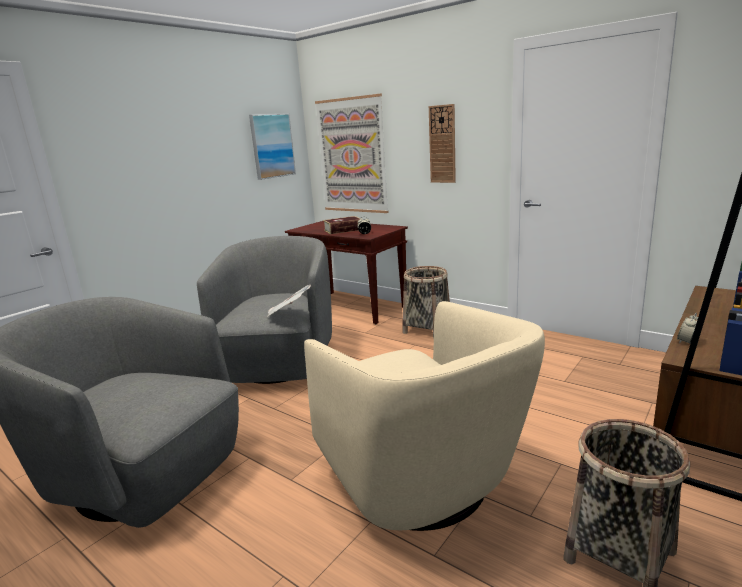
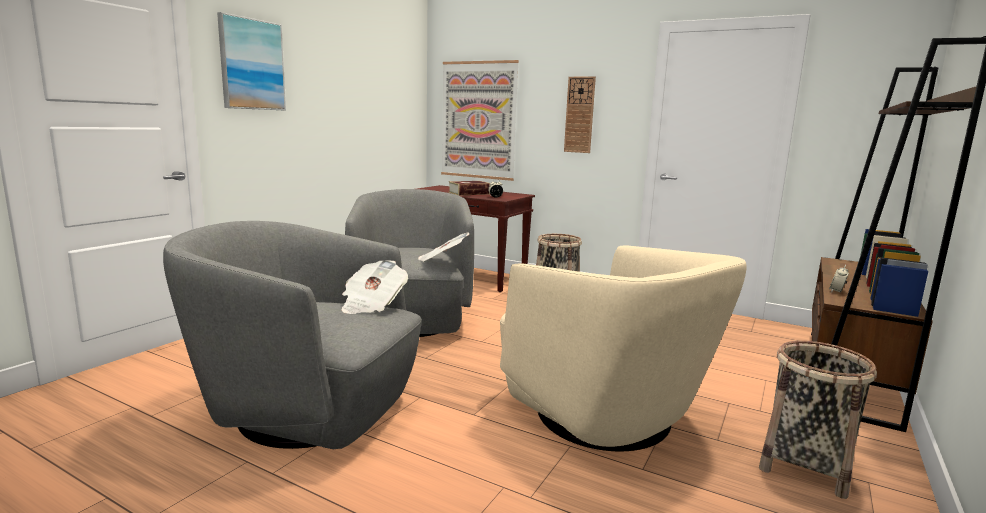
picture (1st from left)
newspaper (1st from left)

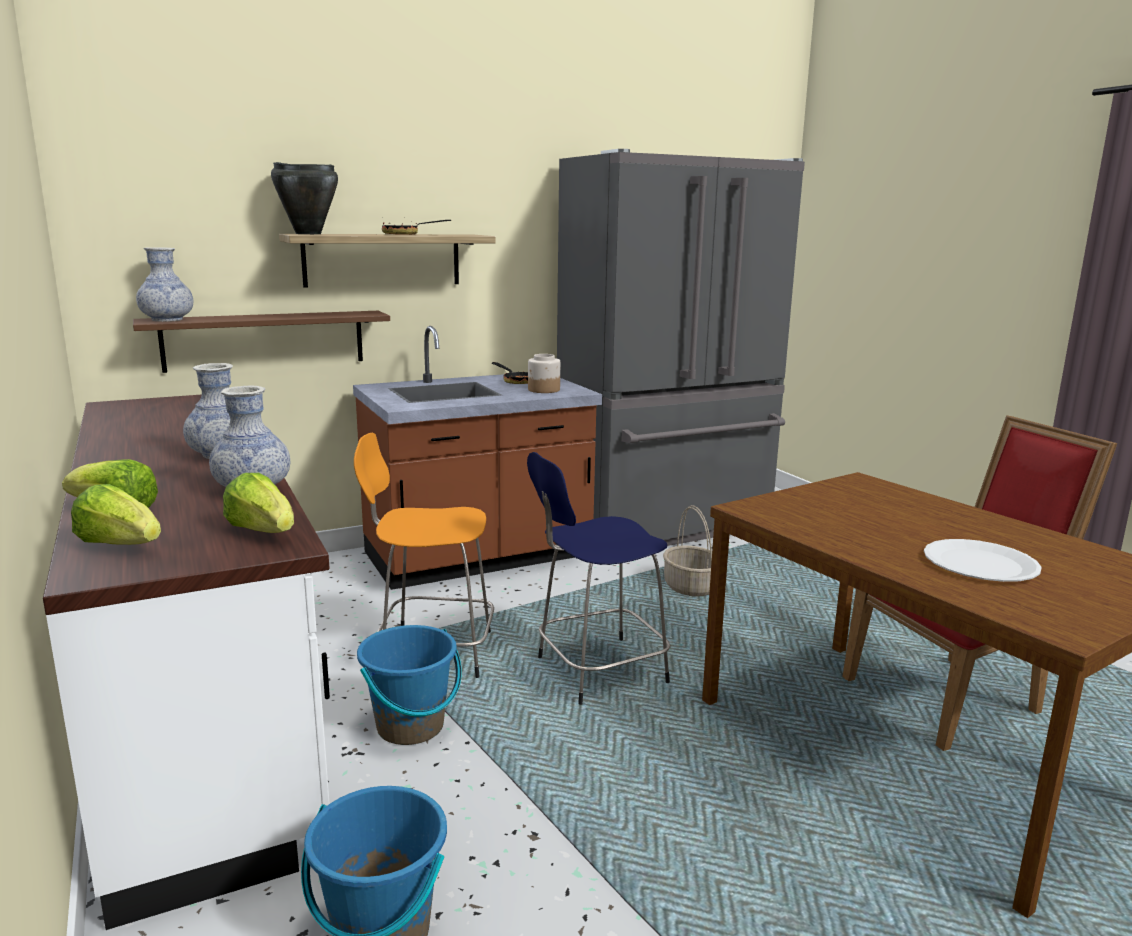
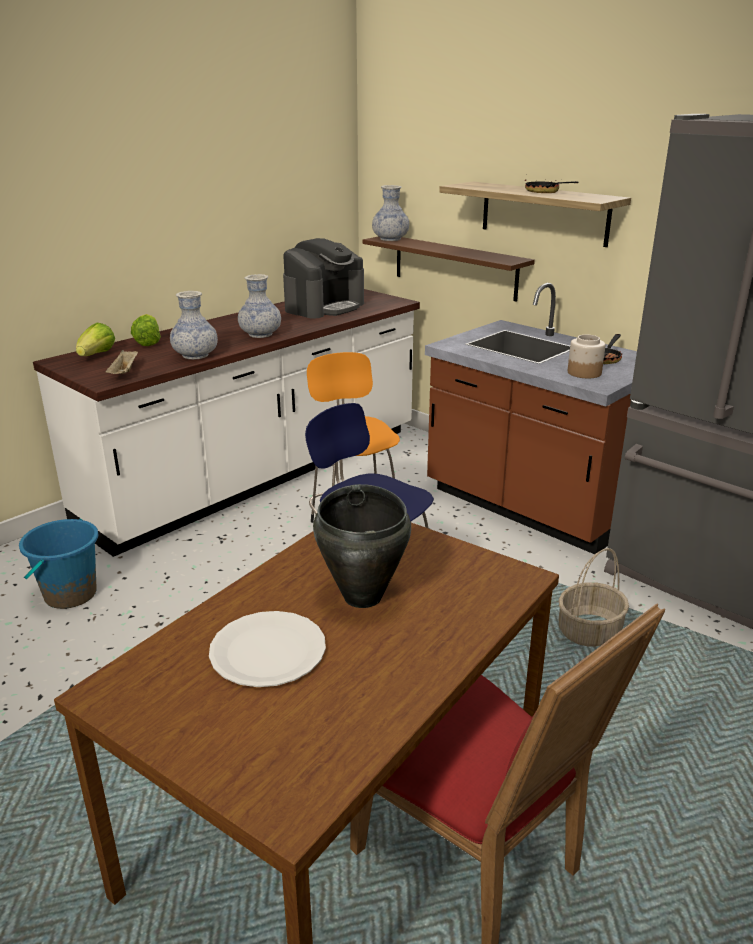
beige tray
coffee machine
black cooking pot
blue bucket (2nd from left in the first image)

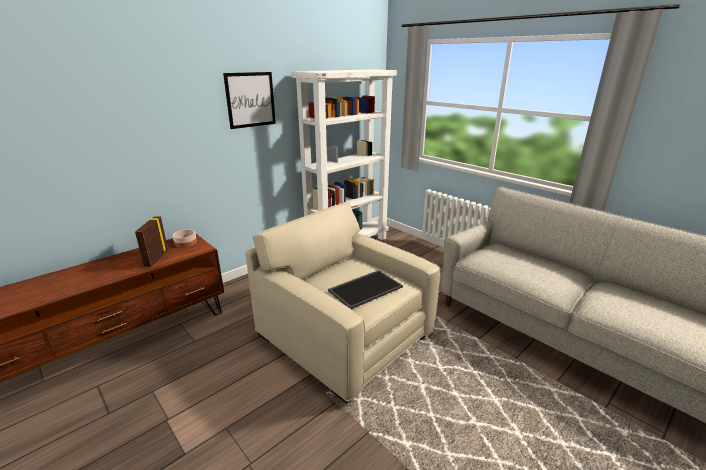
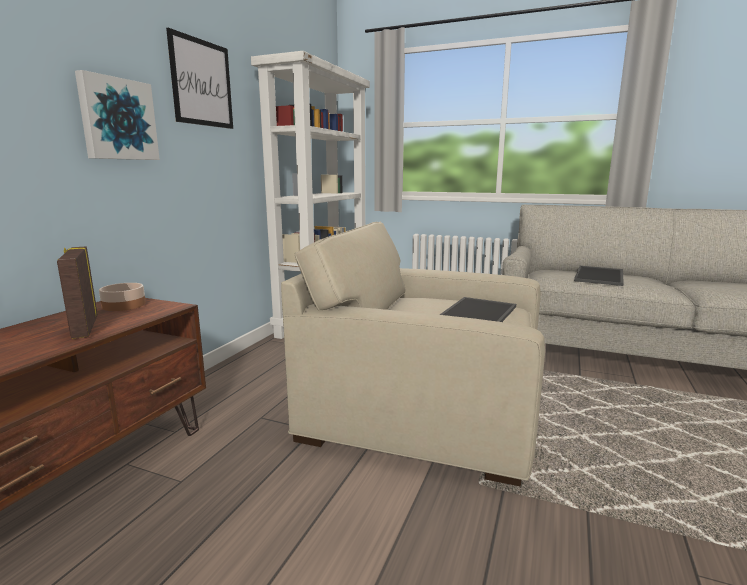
picture (1st from left)
tray (2nd from left)

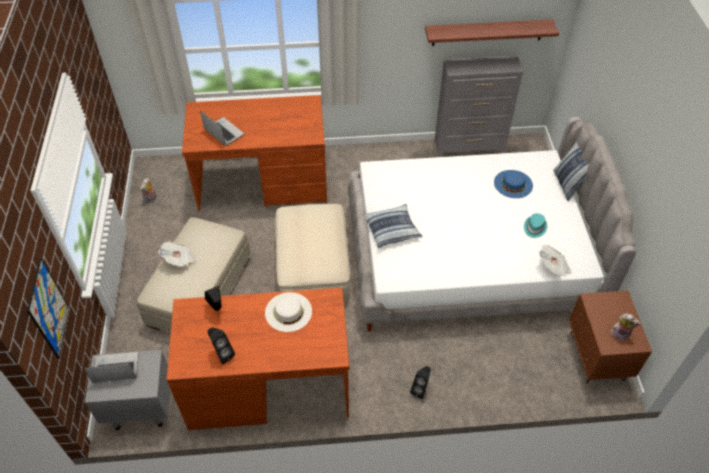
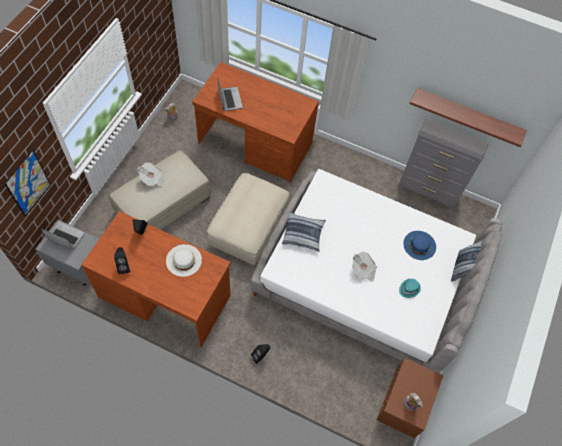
newspaper (2nd from left)

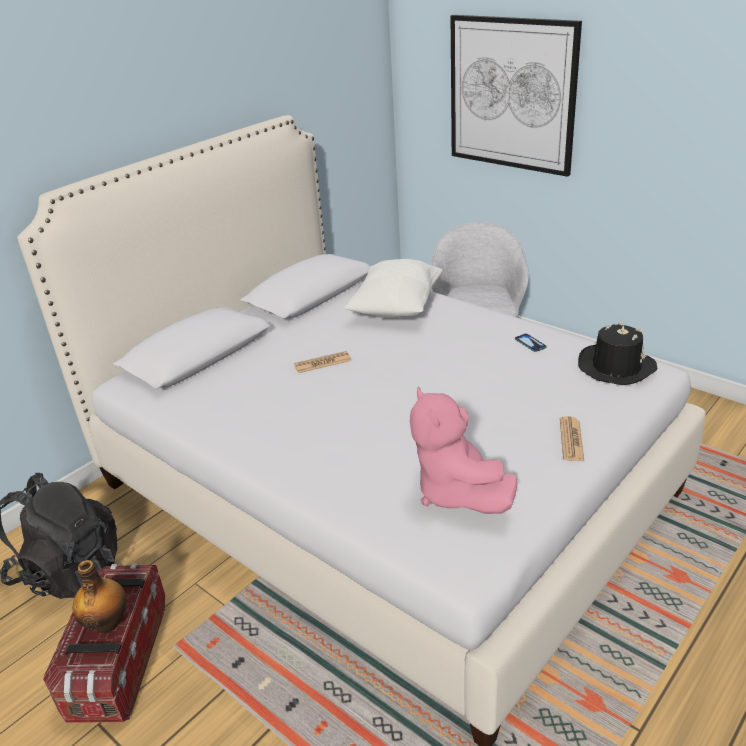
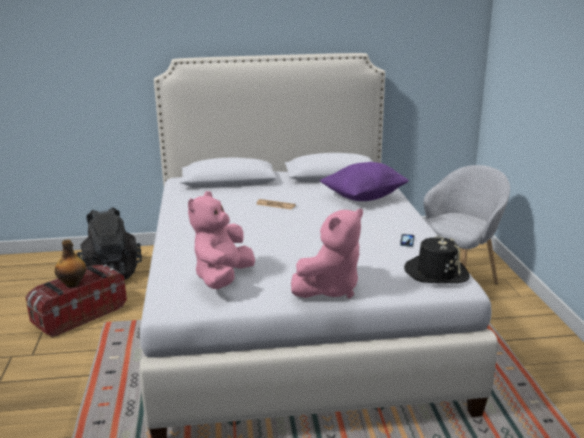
pink plush toy (2nd from left)
purple pillow
picture

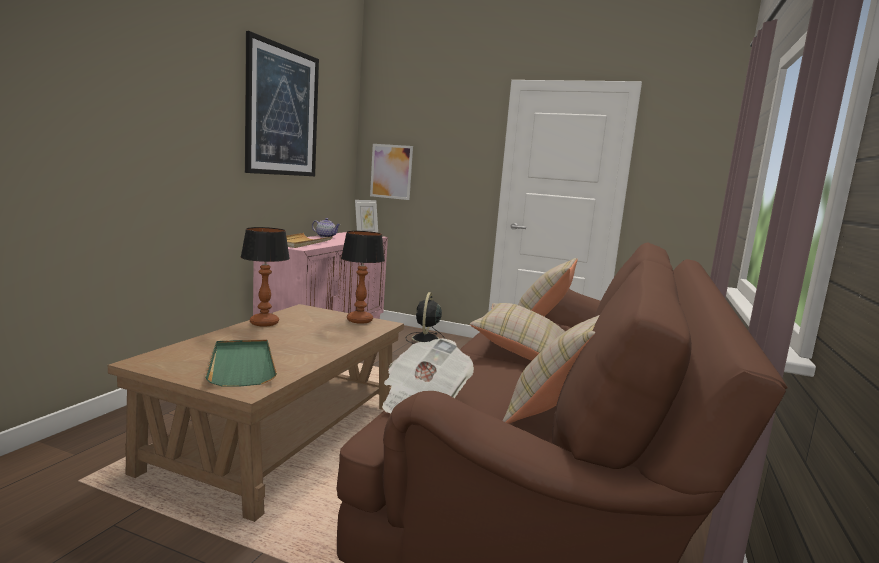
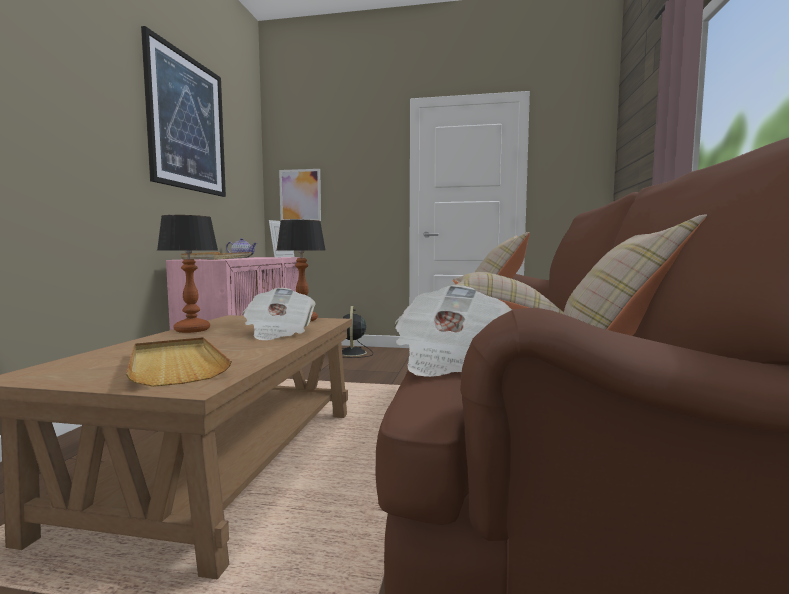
beige tray (1st from left)
newspaper (1st from left)

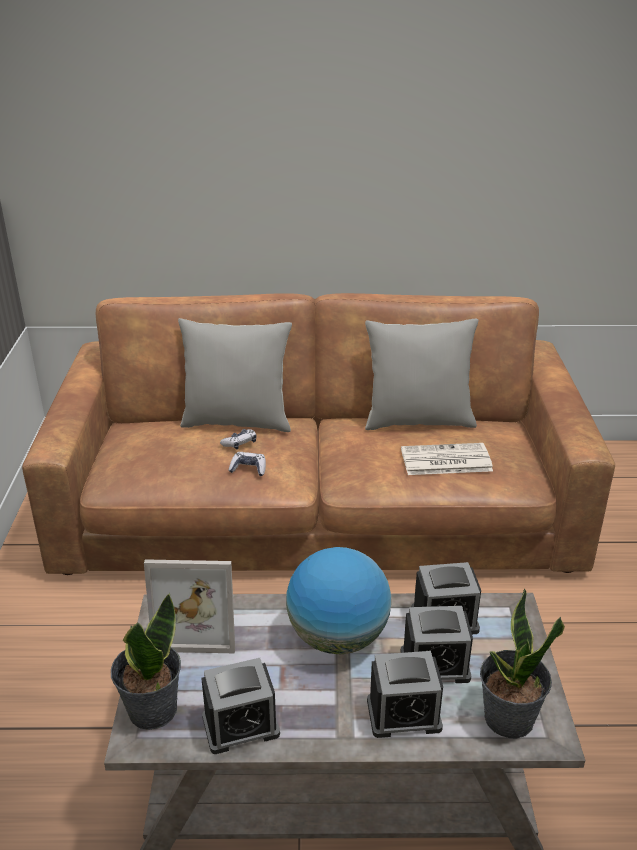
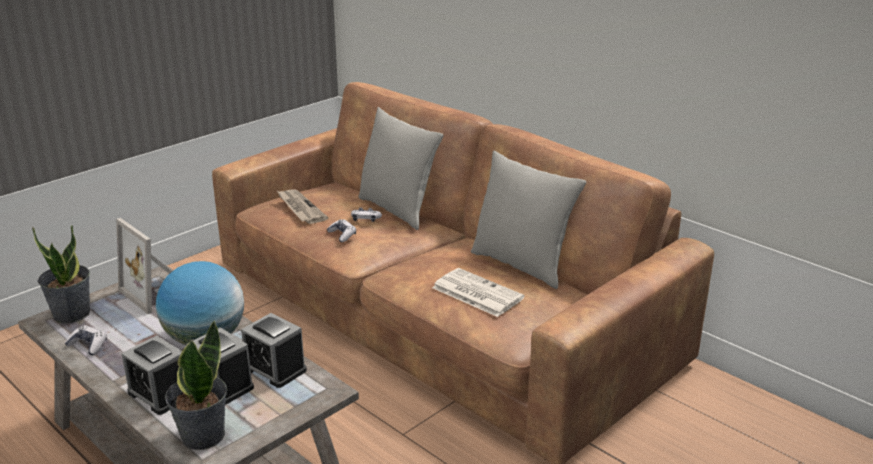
game controller (1st from left)
newspaper (1st from left)

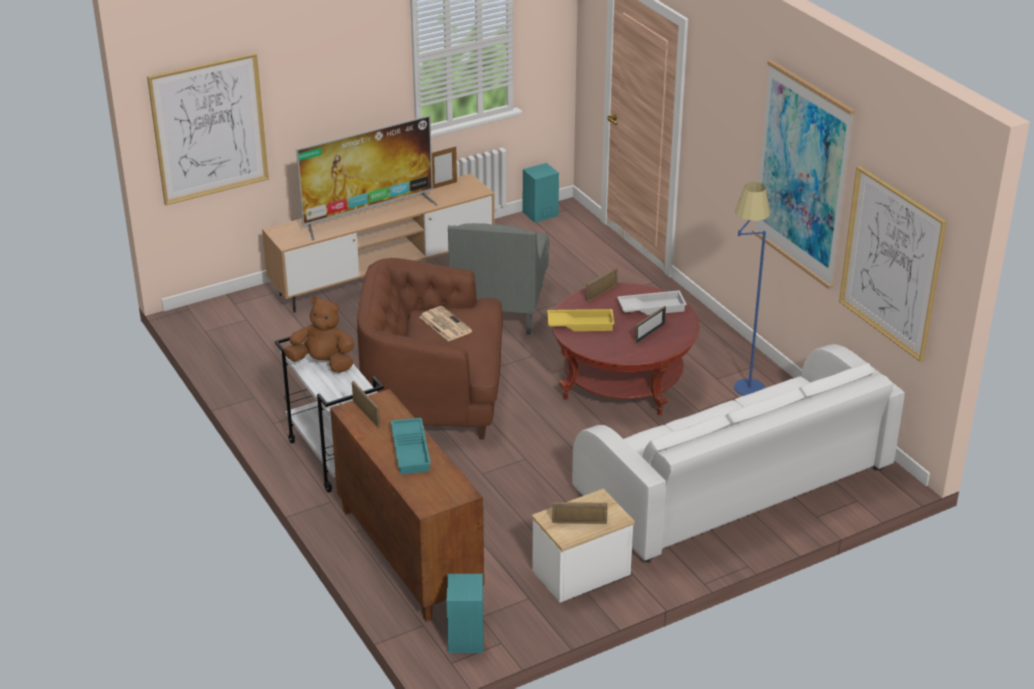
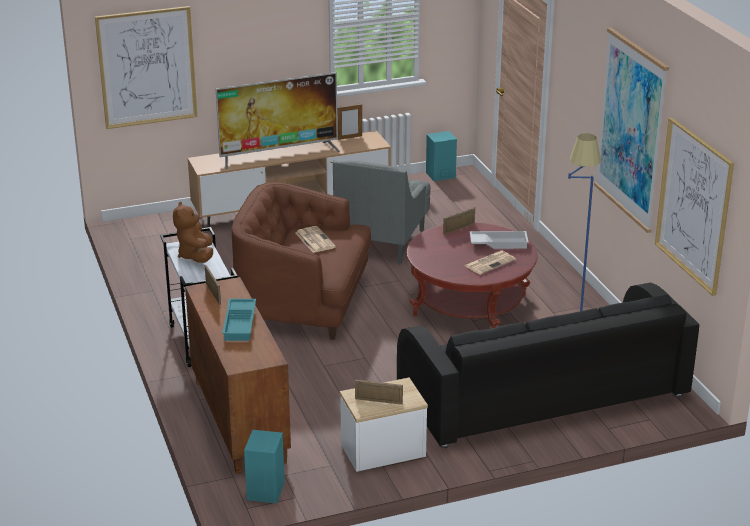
brown plush toy
black sofa
newspaper (2nd from left)
yellow tray

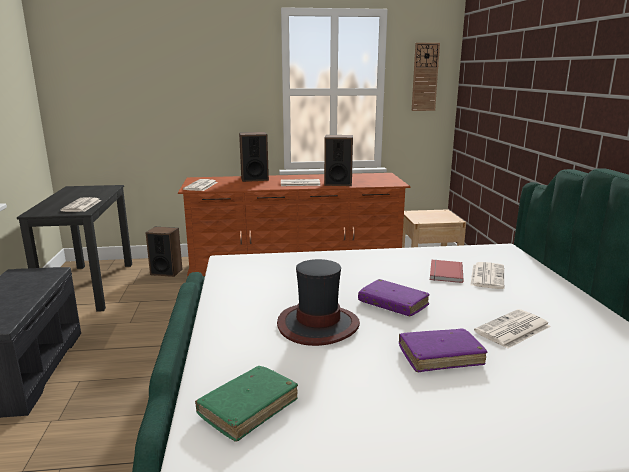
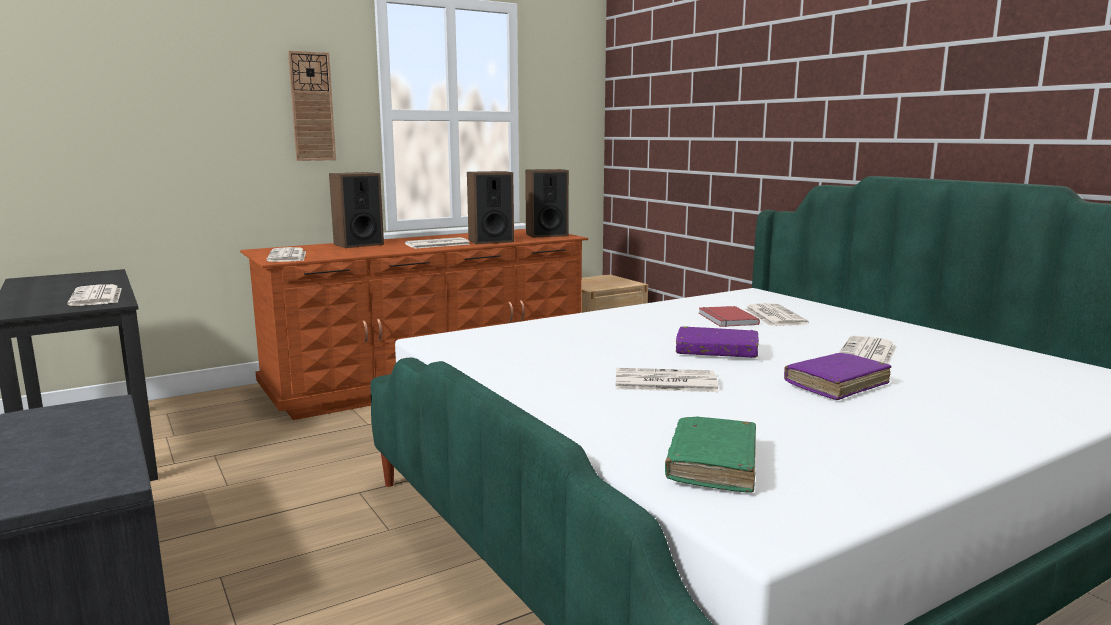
wall clock
speaker (3rd from left)
newspaper (4th from left)

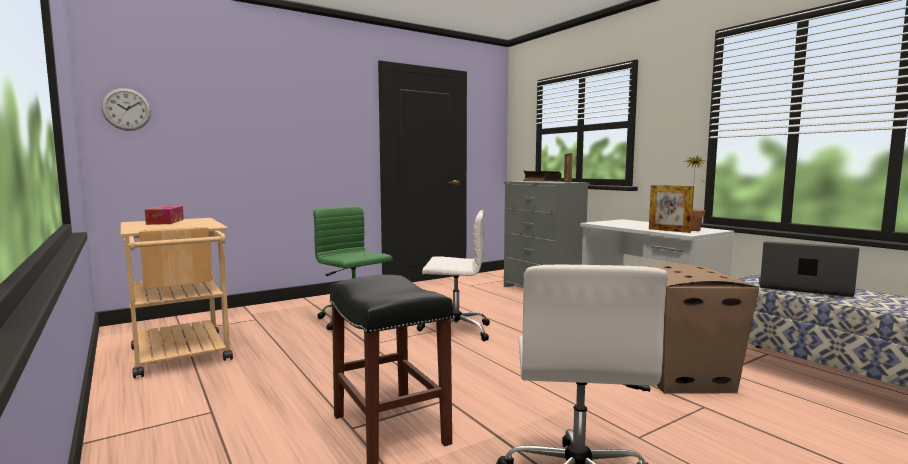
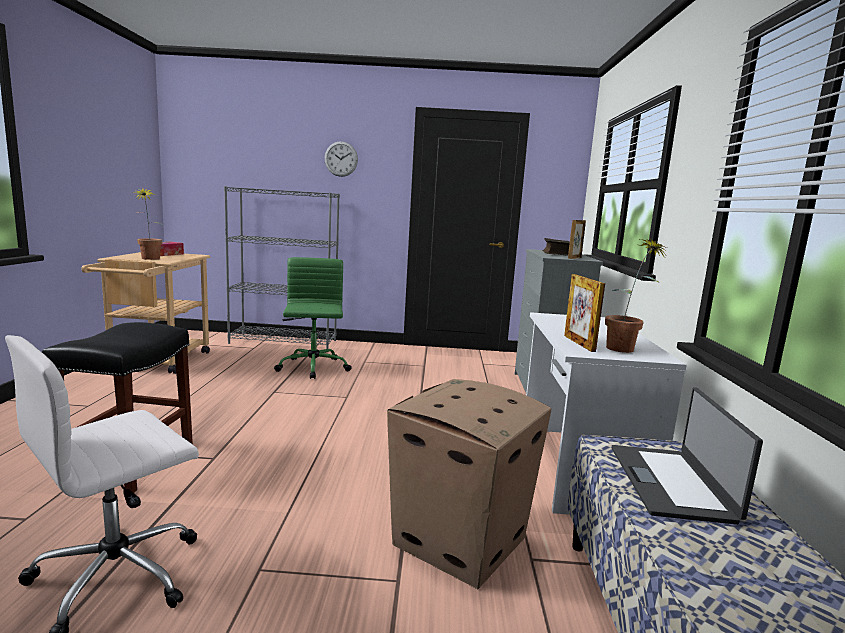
potted plant (1st from left)
grey bookcase
wall clock
laptop
white office chair (1st from left in the first image)

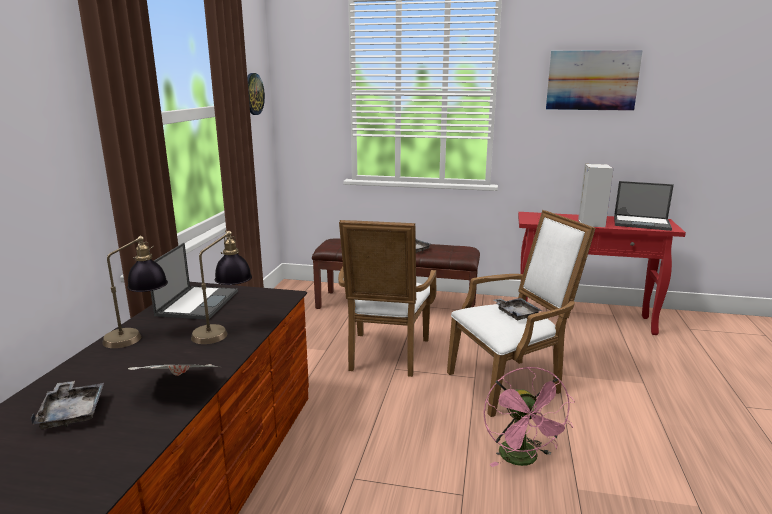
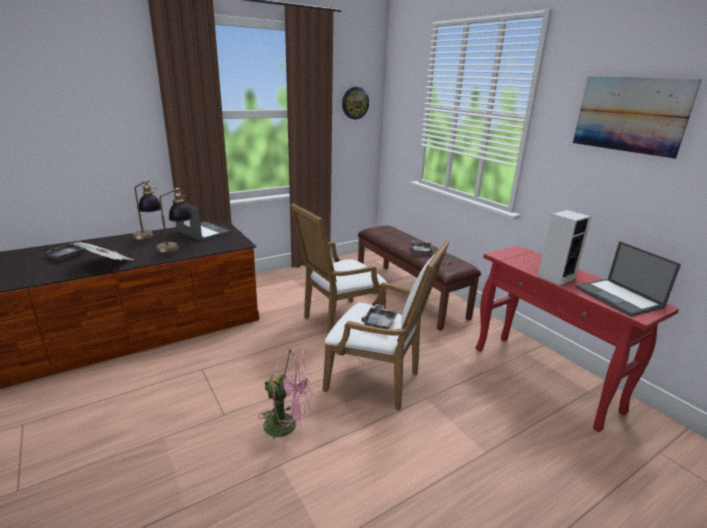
laptop (1st from left)
pink fan

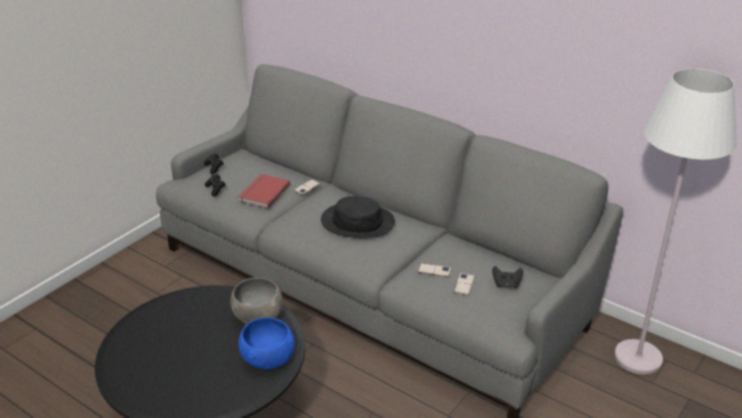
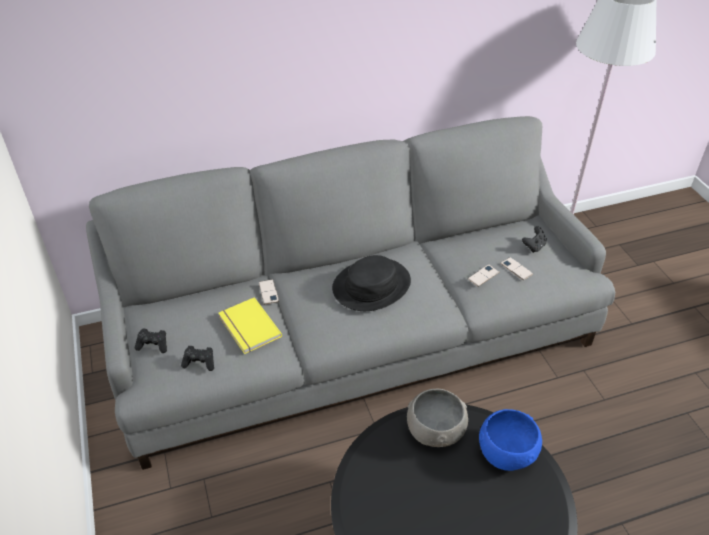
yellow book

